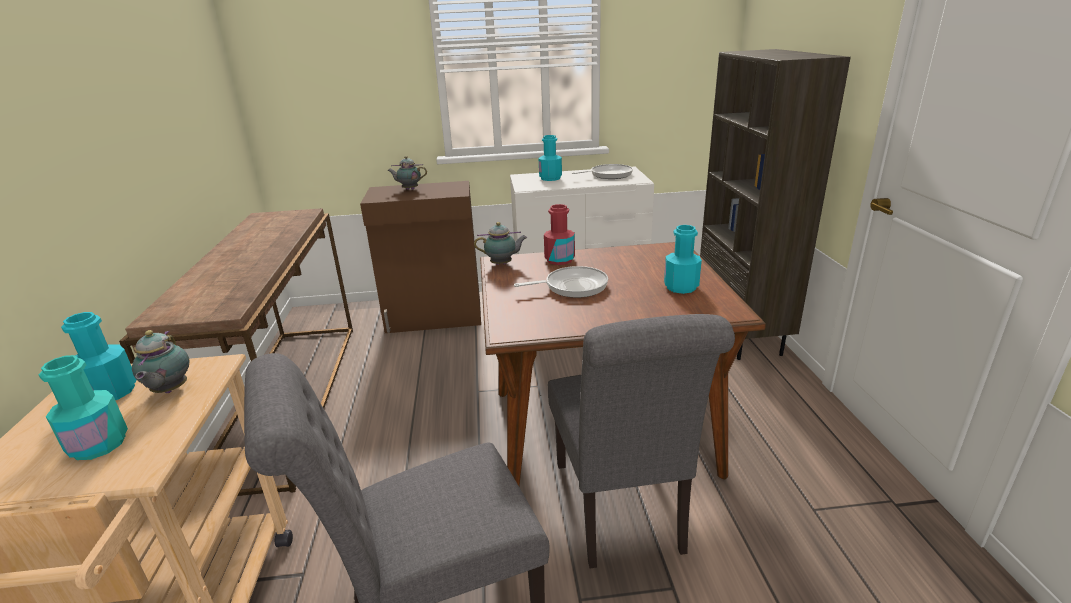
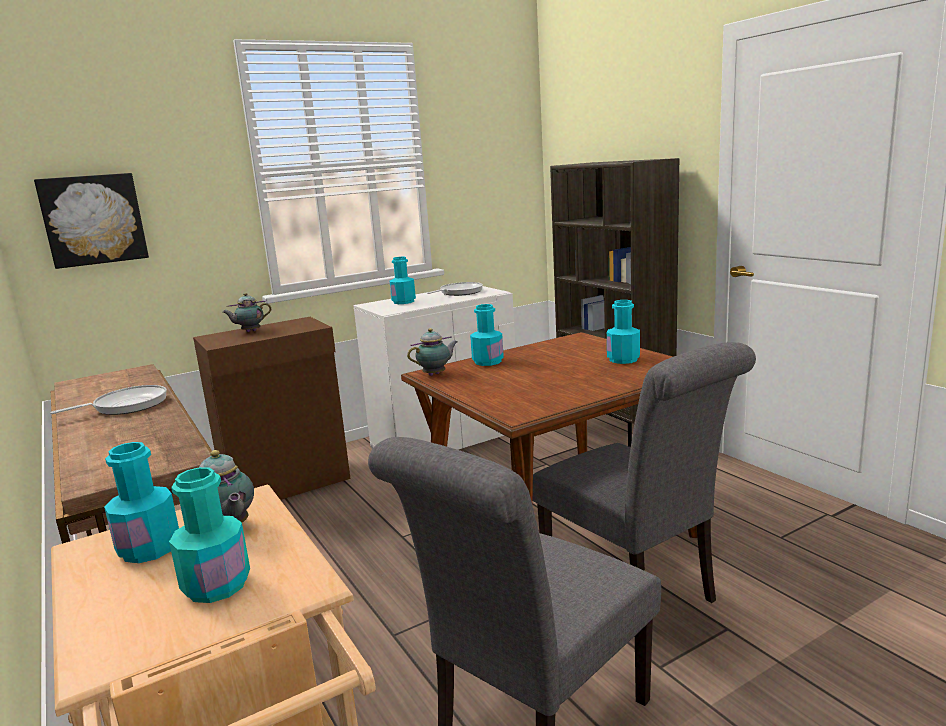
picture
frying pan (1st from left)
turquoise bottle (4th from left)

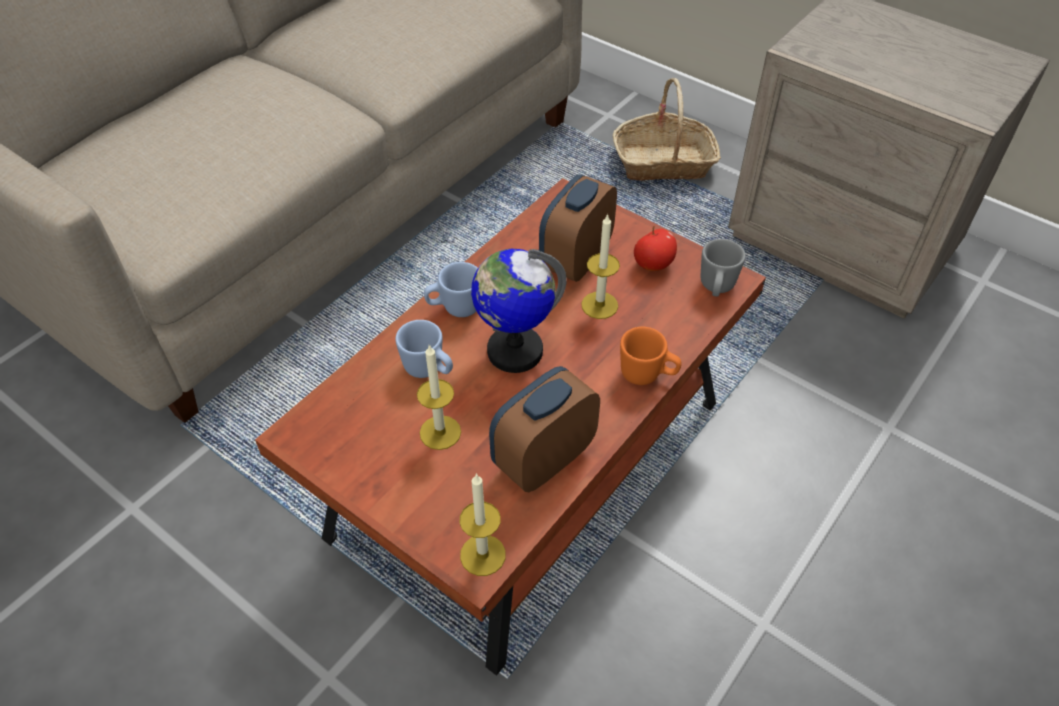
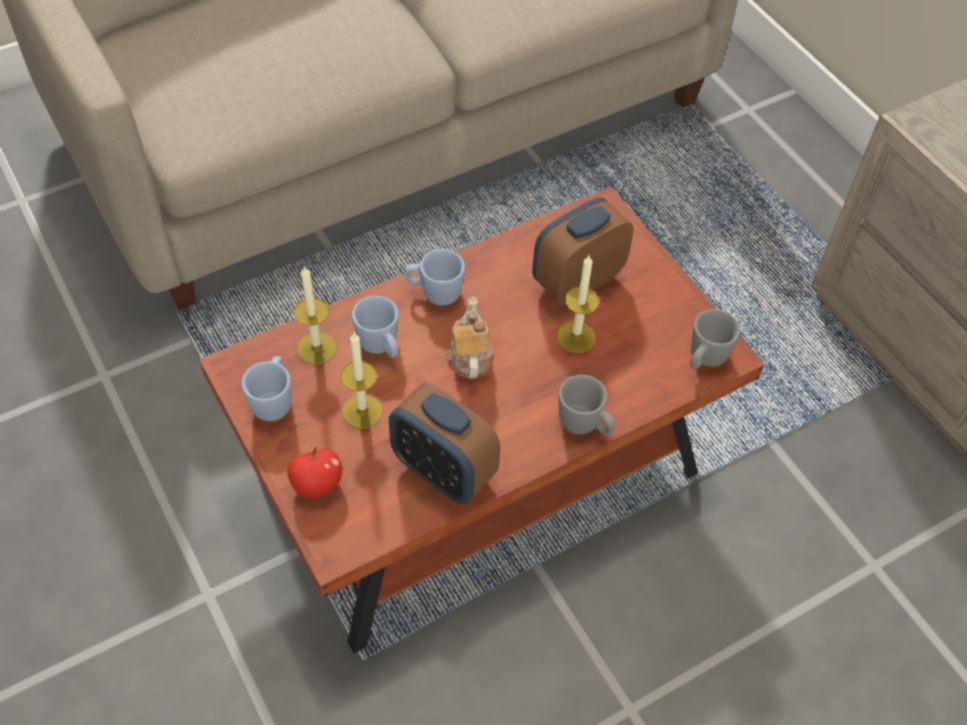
blue mug (1st from left)
apple
candle (1st from left)
alarm clock (1st from left)
teapot
grey mug (1st from left)
basket

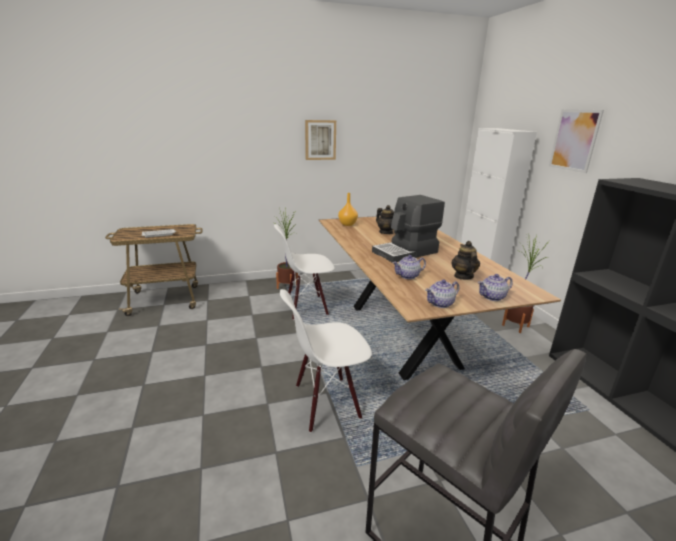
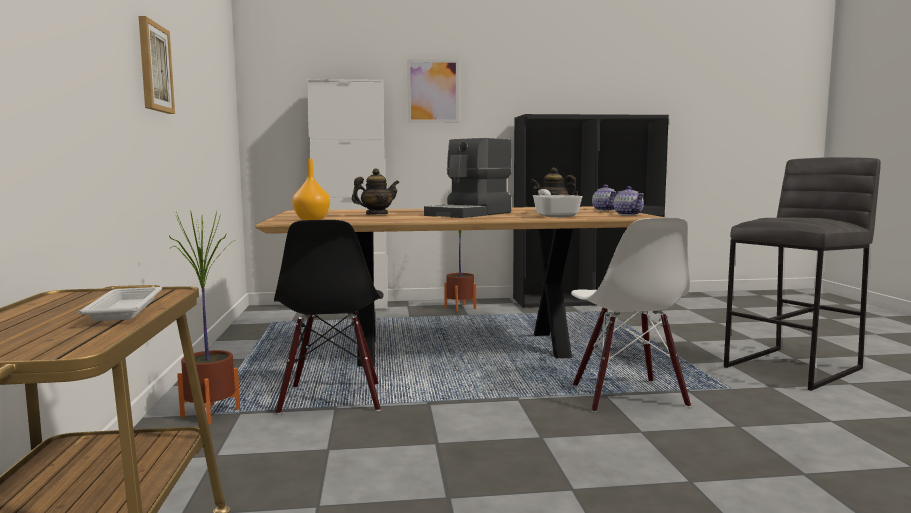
black chair
coffee machine
frying pan

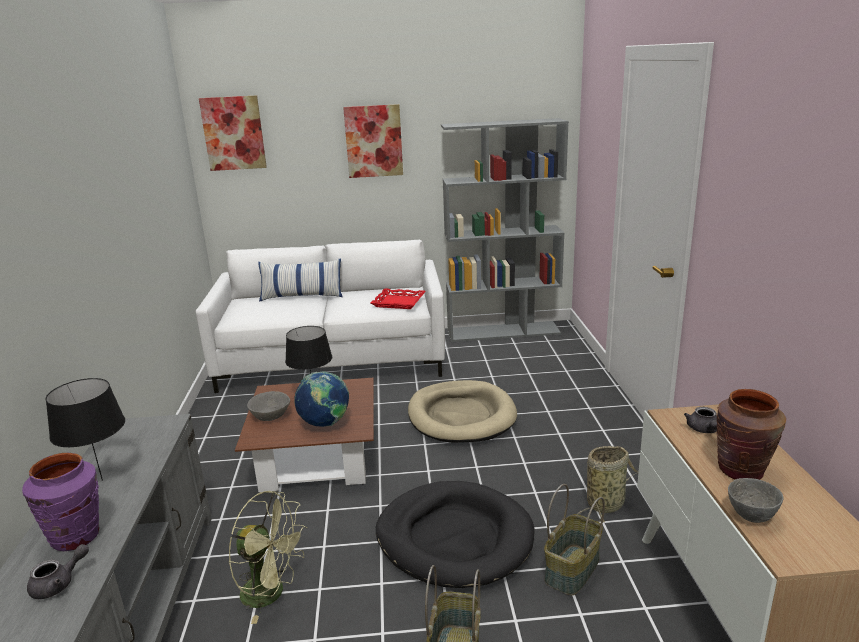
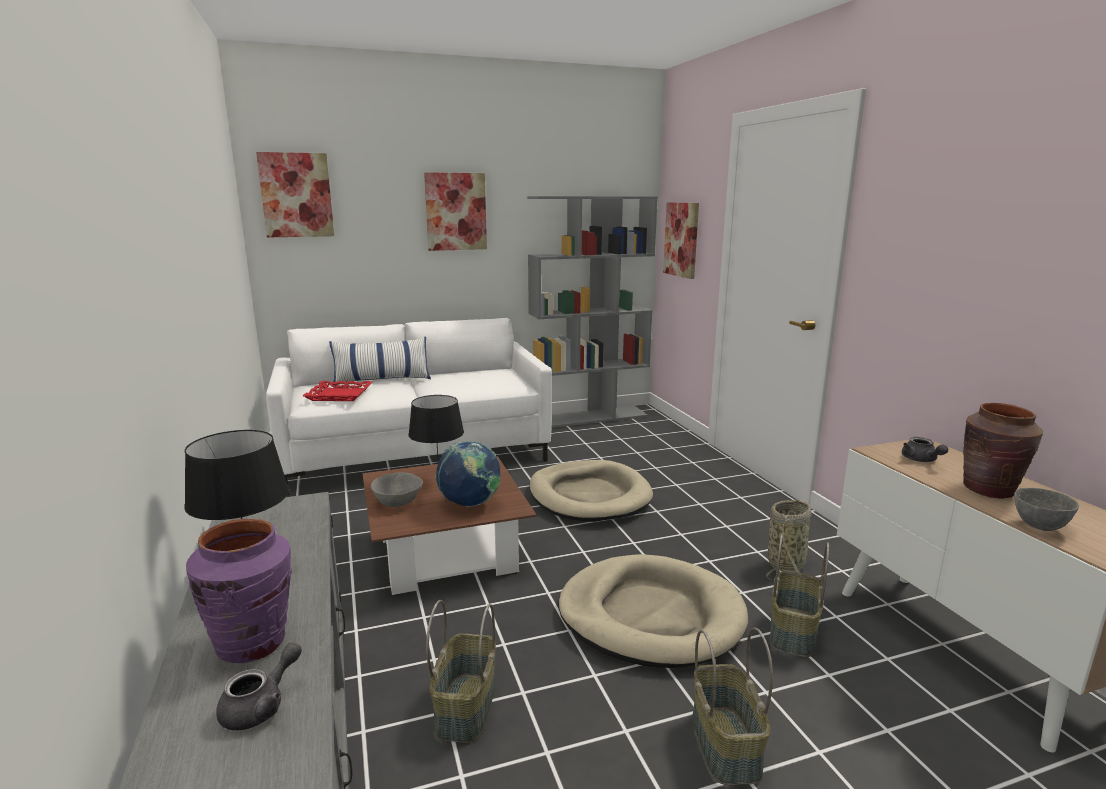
red tray
basket (1st from left)
beige dog bed (2nd from left)
picture (3rd from left)

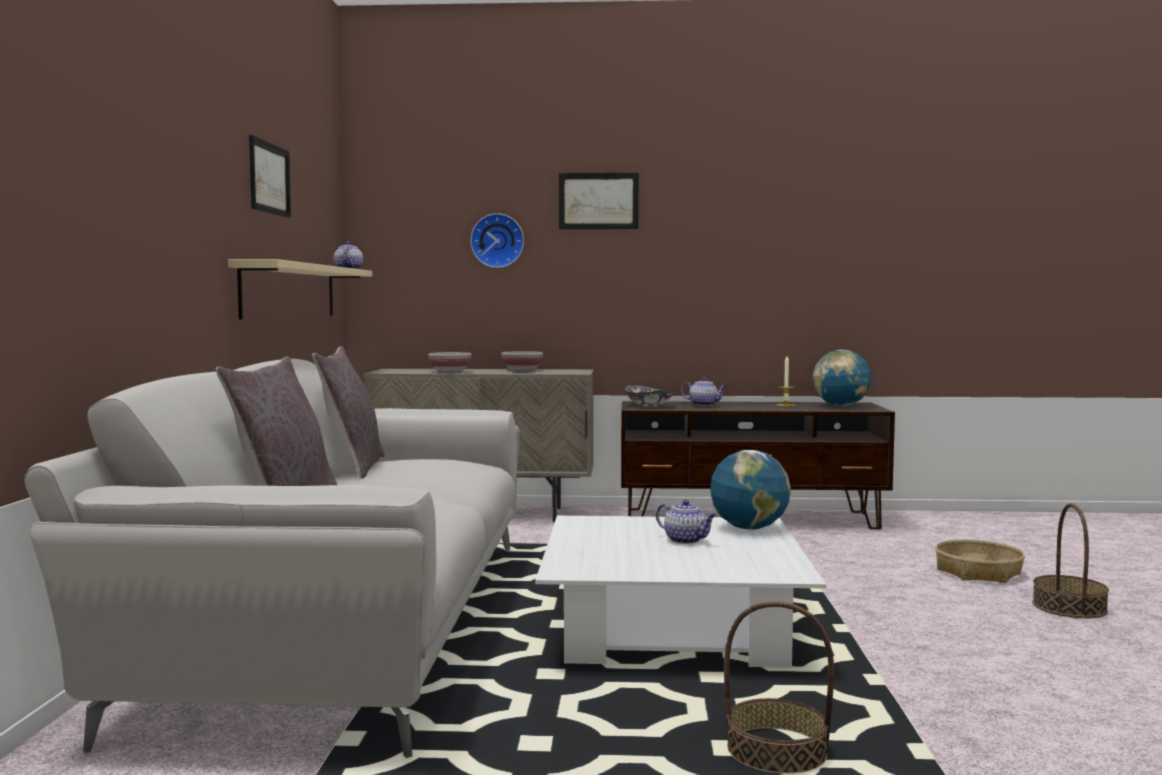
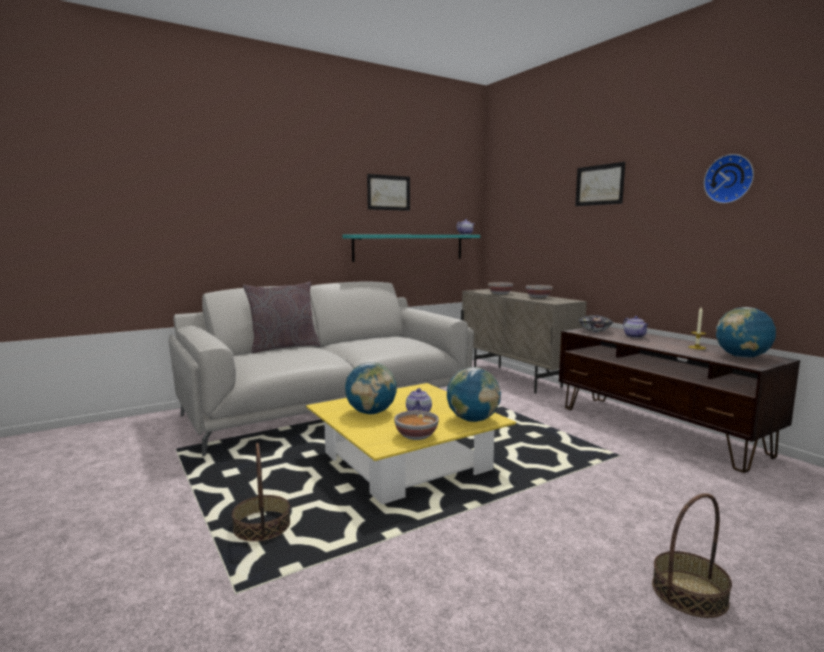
yellow coffee table
turquoise shelf
globe (1st from left)
bowl (1st from left)
wall clock
grey pillow (2nd from left in the first image)
basket (2nd from left in the first image)

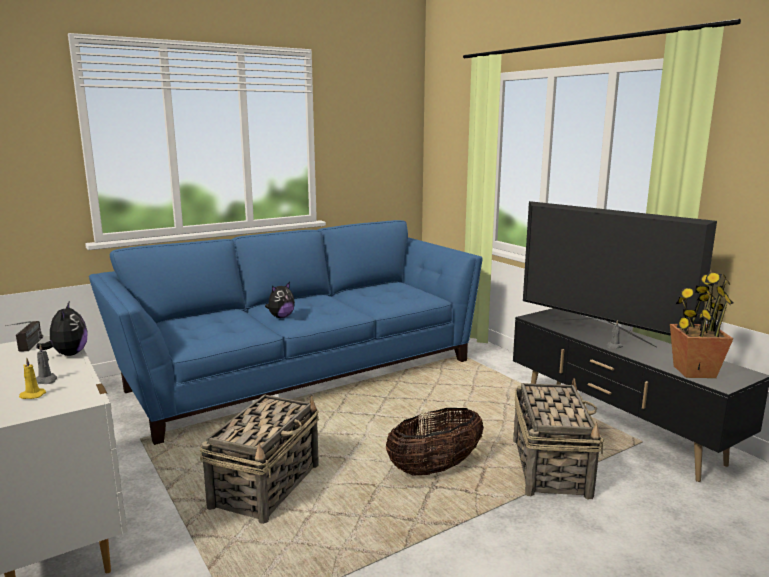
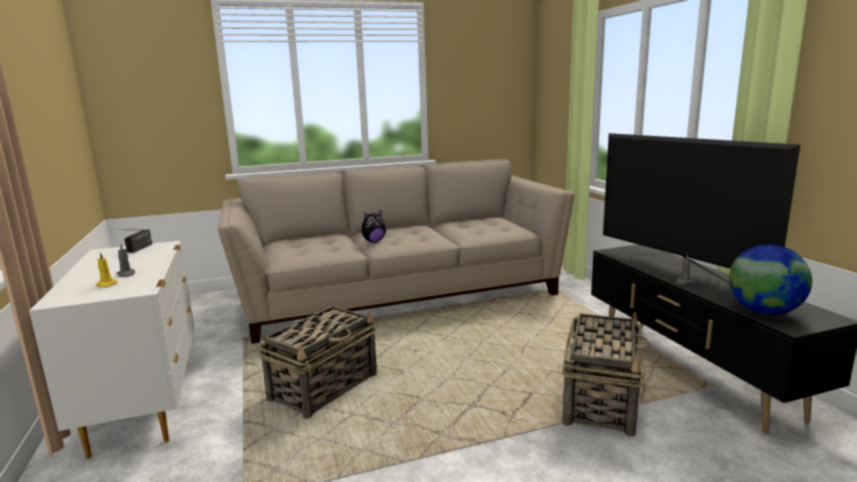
beige sofa
globe
plush toy (1st from left in the first image)
basket (2nd from left in the first image)

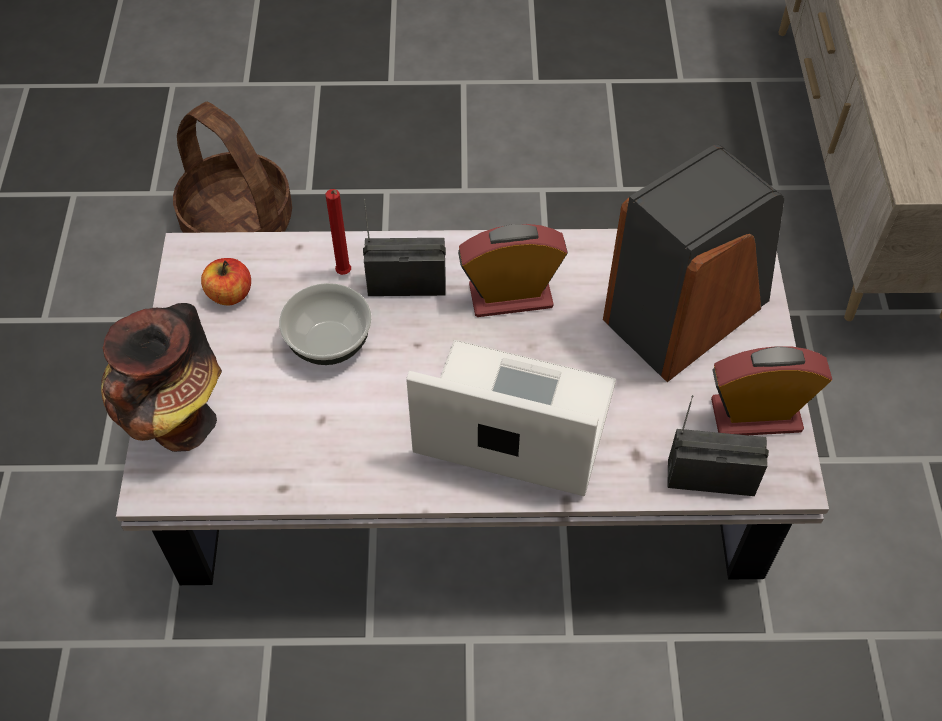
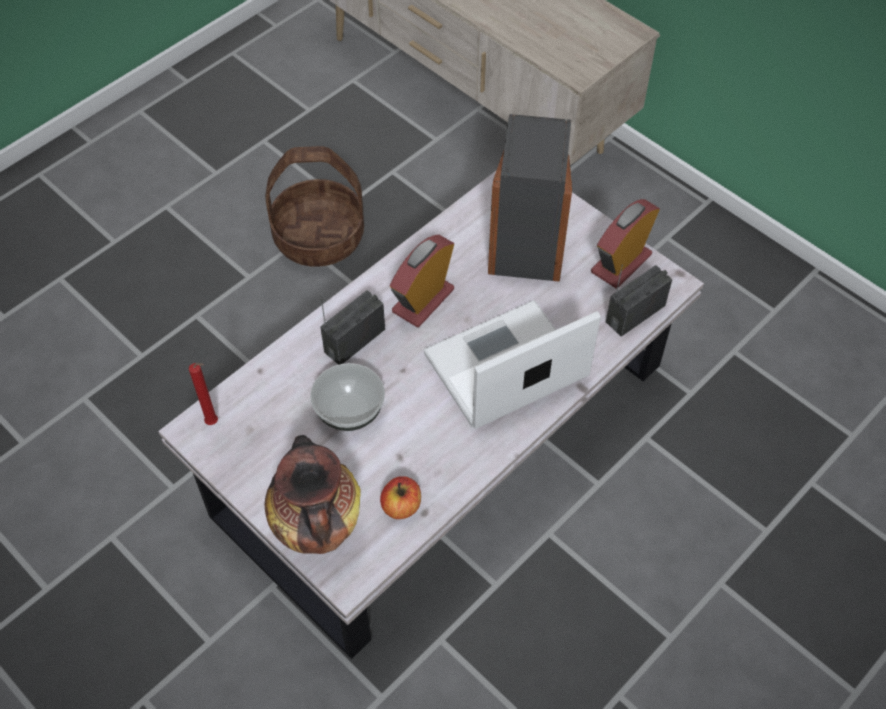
red candle
basket
apple

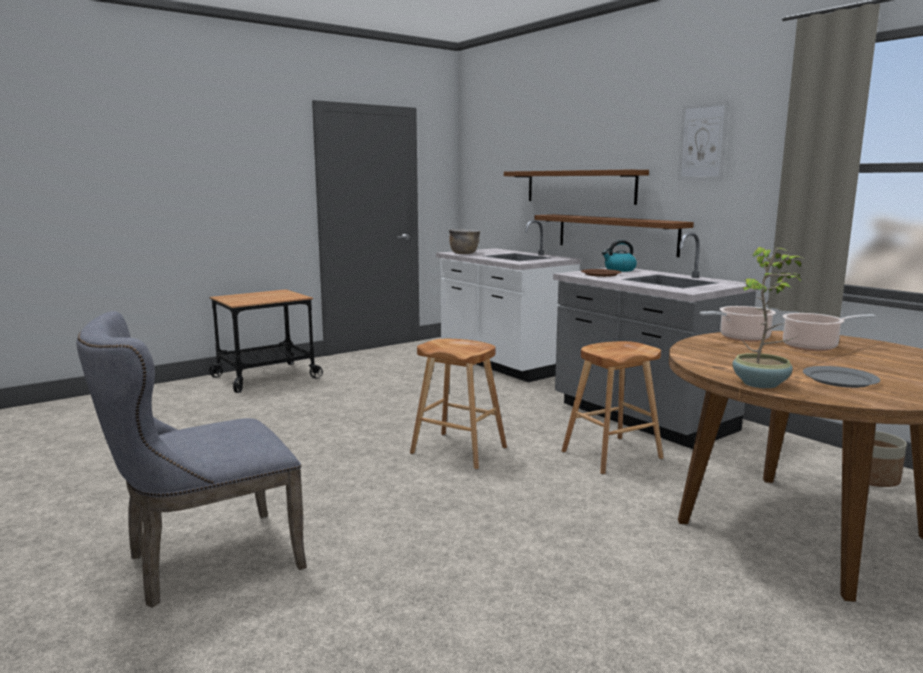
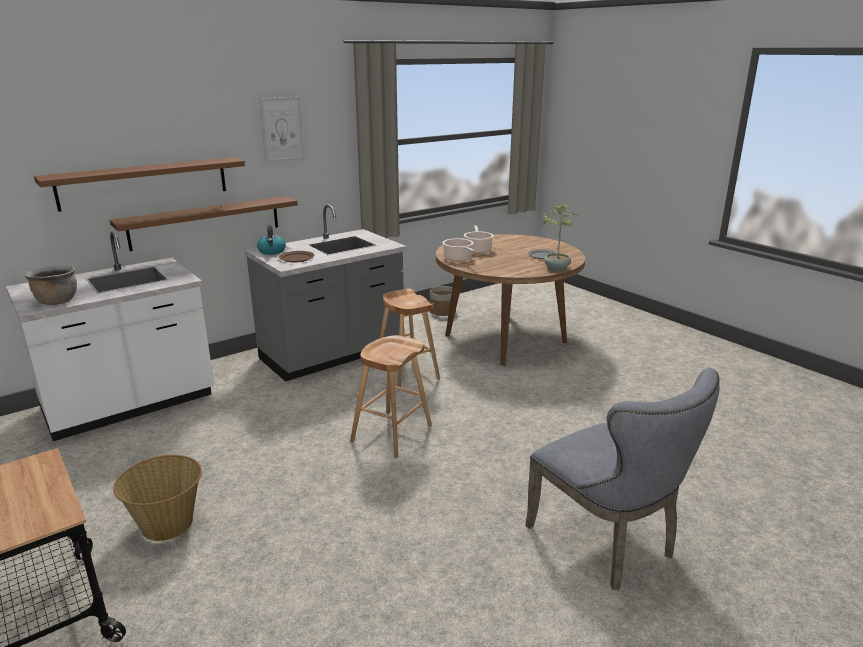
basket

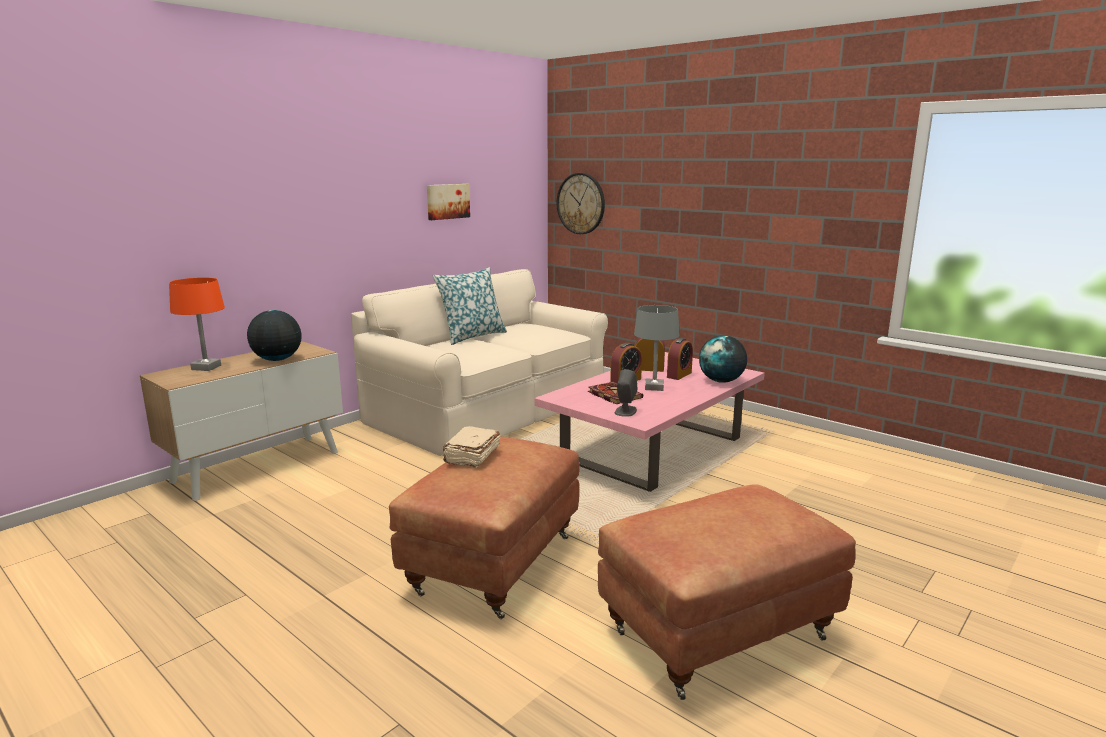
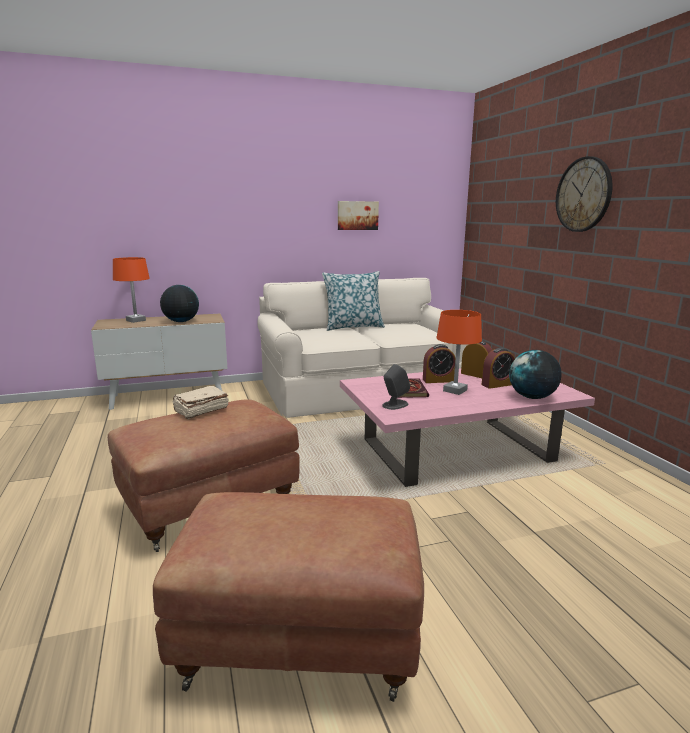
orange table lamp (2nd from left)
wall clock

